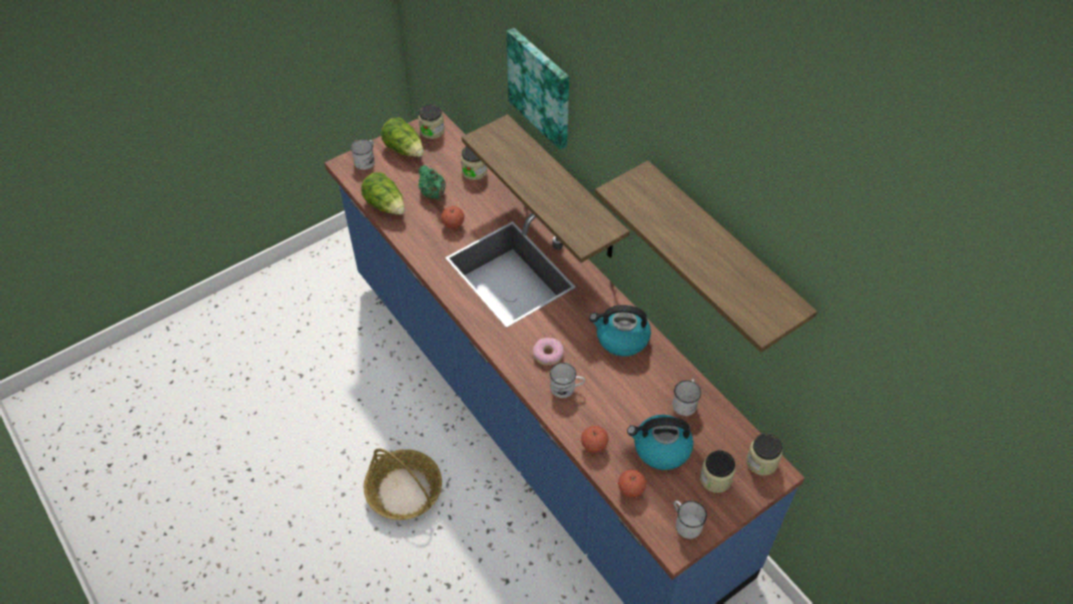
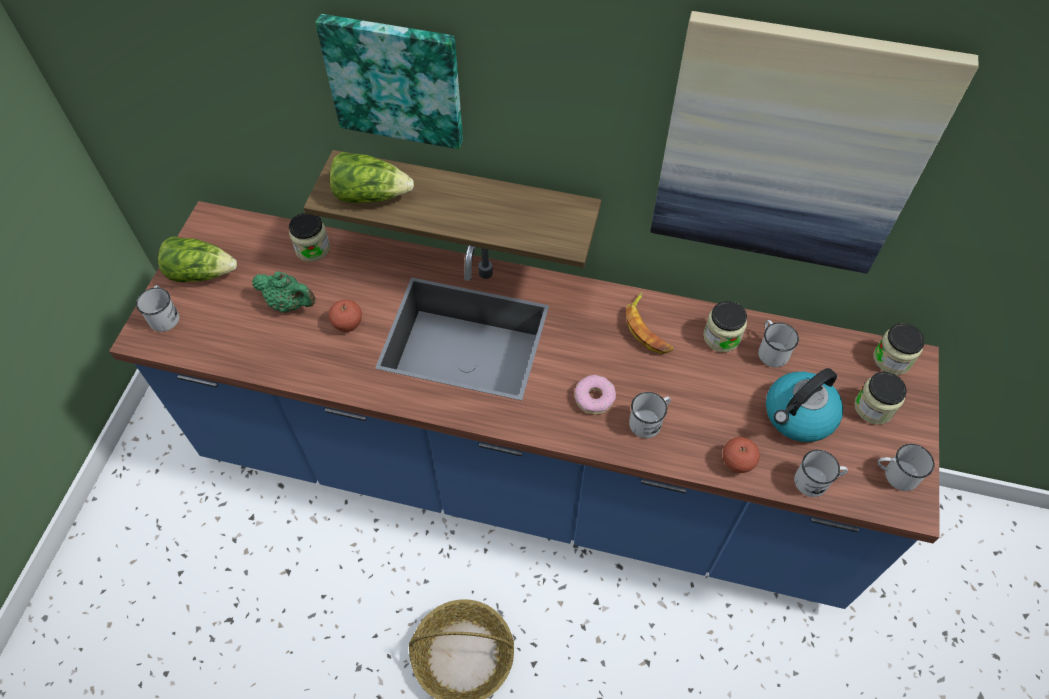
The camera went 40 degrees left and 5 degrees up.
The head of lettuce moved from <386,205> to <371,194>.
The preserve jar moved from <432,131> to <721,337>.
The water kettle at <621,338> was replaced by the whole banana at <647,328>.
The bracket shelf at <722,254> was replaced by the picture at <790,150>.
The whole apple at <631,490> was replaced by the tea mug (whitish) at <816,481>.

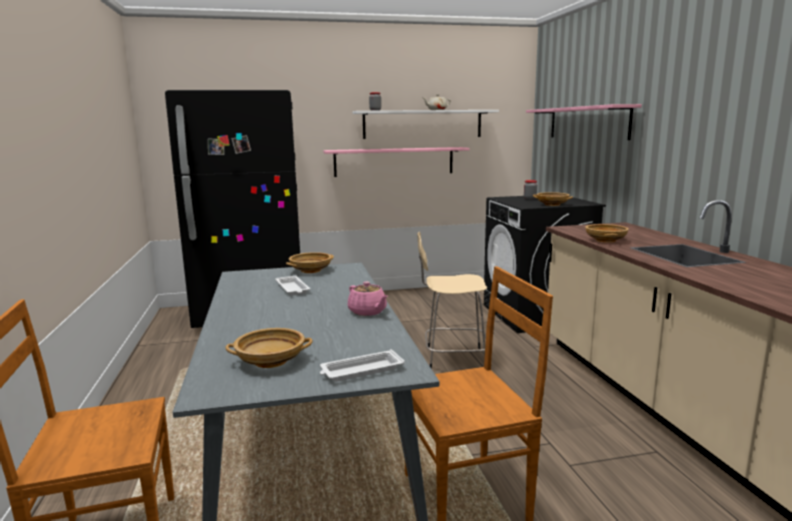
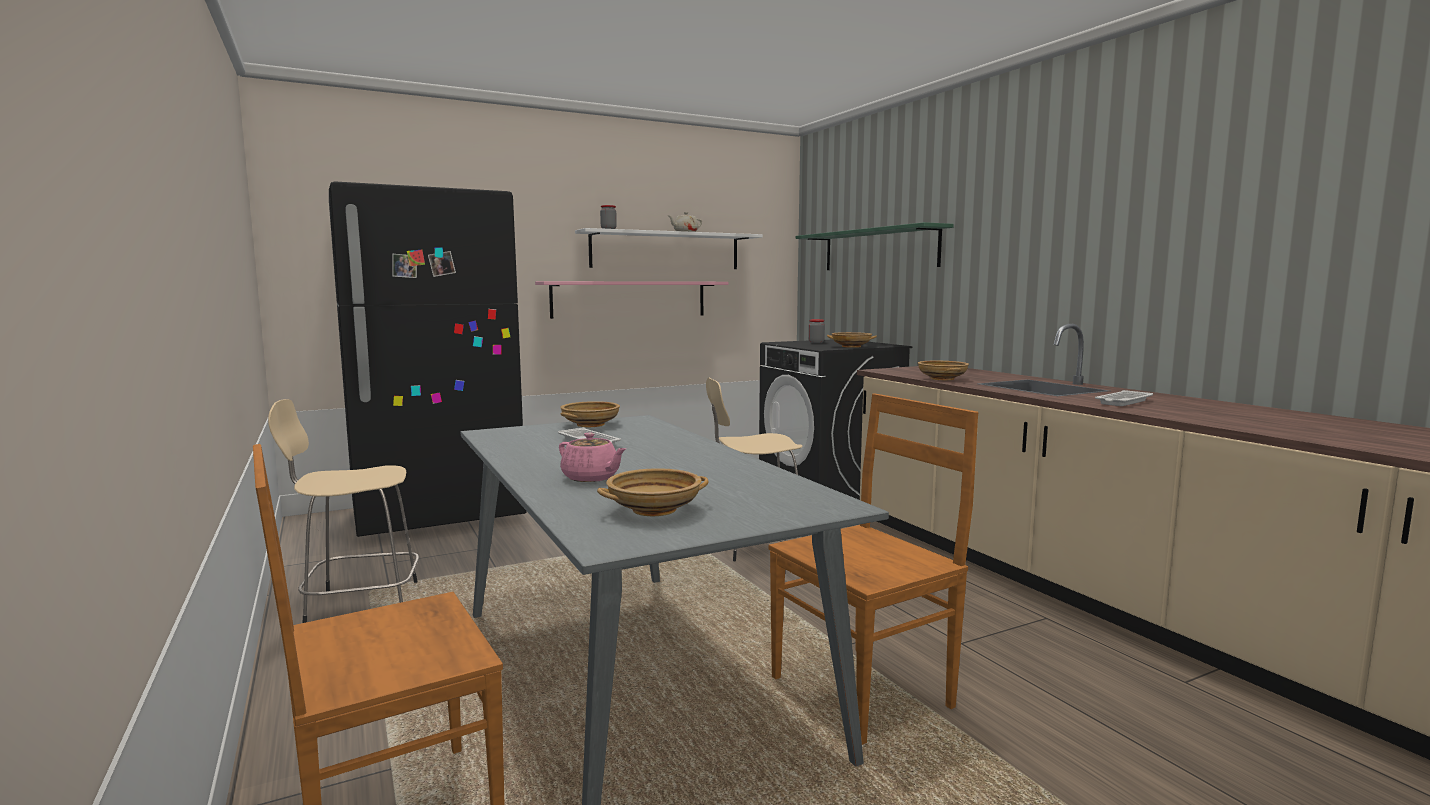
The camera went 15 degrees left and 5 degrees down.
The tray (whitish) moved from <360,371> to <1122,402>.
The pot for tea (pinkish) moved from <368,312> to <591,478>.
The bracket shelf (pinkish) at <587,123> became the bracket shelf (green) at <879,249>.
The stool (beige) at <358,604> appeared.

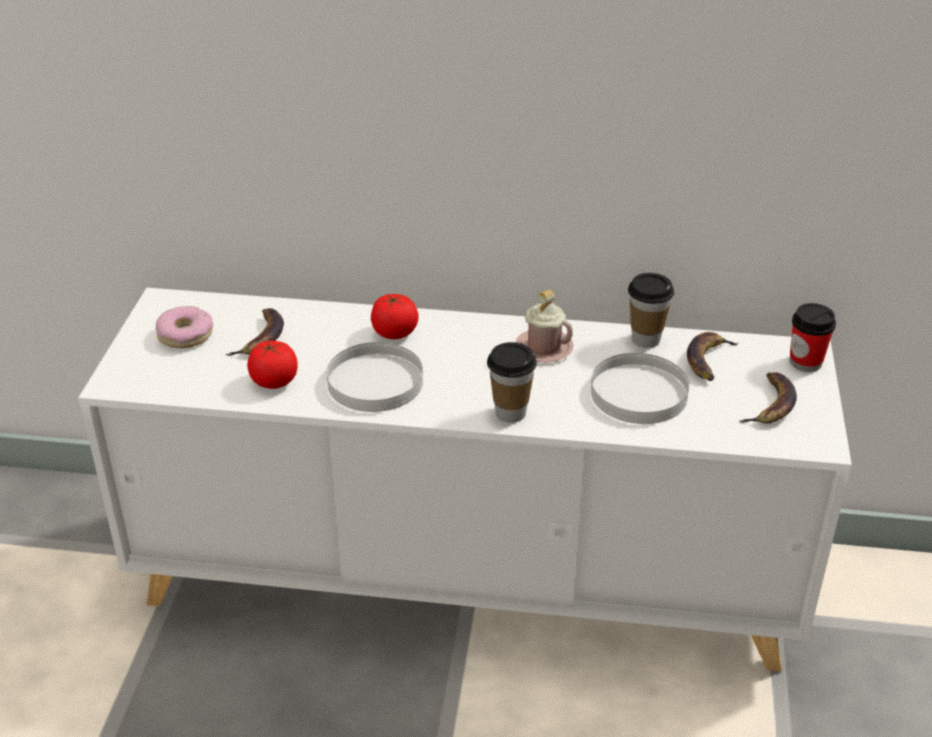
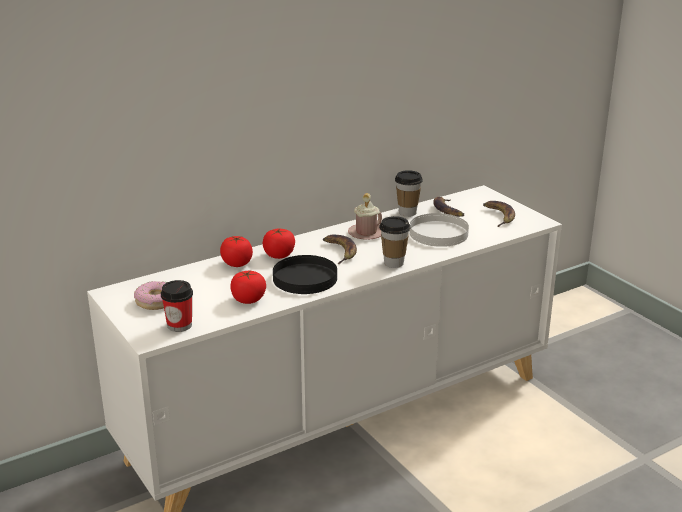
The camera went 40 degrees left and 10 degrees down.
The whole banana moved from <261,337> to <340,251>.
The flat dish (whitish) at <374,381> became the flat dish (black-coloured) at <304,278>.
The drinking cup moved from <805,362> to <179,325>.
The tomato at <237,263> appeared.

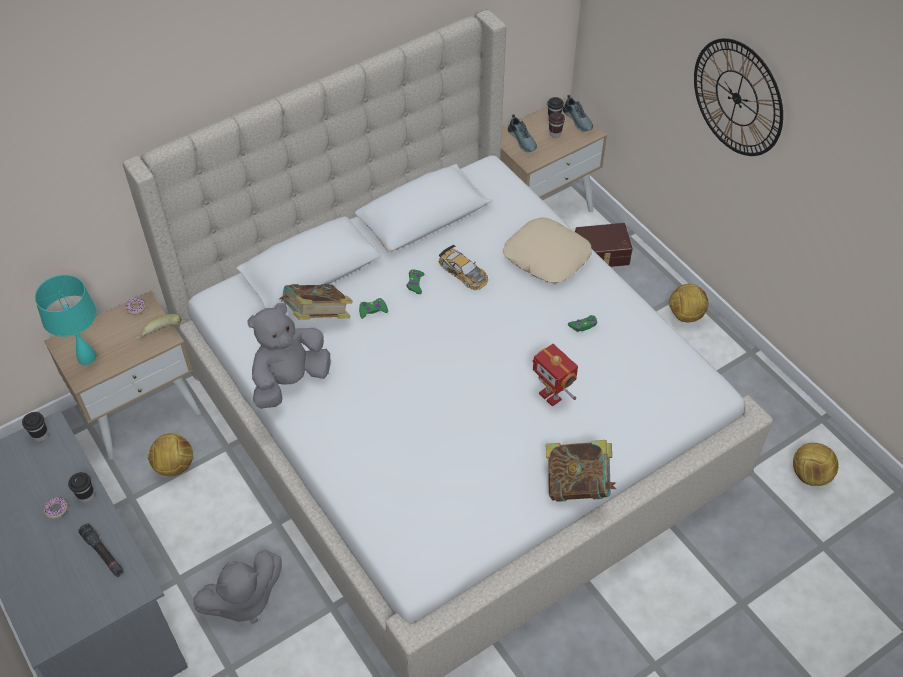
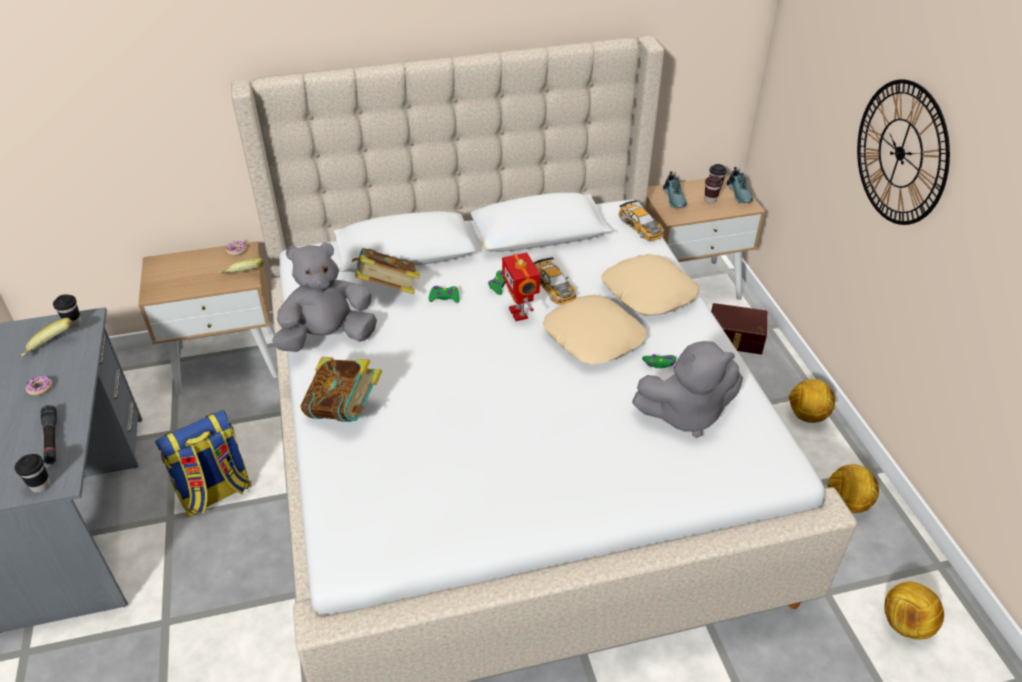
The camera went 20 degrees right and 10 degrees down.
The table lamp (blue-green) at <86,358> disappeared.
The drinking cup (black-coloured) moved from <86,496> to <40,485>.
The ball for football moved from <174,466> to <846,504>.
The plush toy (greyish) moved from <243,600> to <685,414>.
The toy robot moved from <551,396> to <520,313>.
The volume moved from <577,484> to <344,410>.
The whole banana at <51,348> appeared.
The knapsack at <214,493> appeared.
The throw pillow (beige) at <594,337> appeared.
The model car at <641,226> appeared.

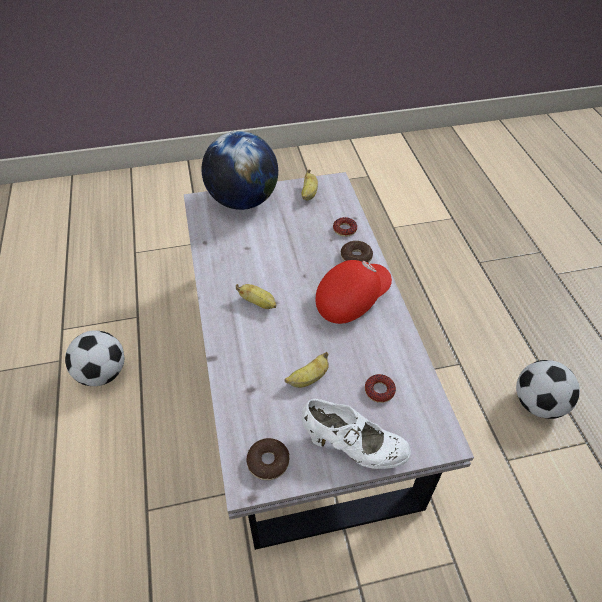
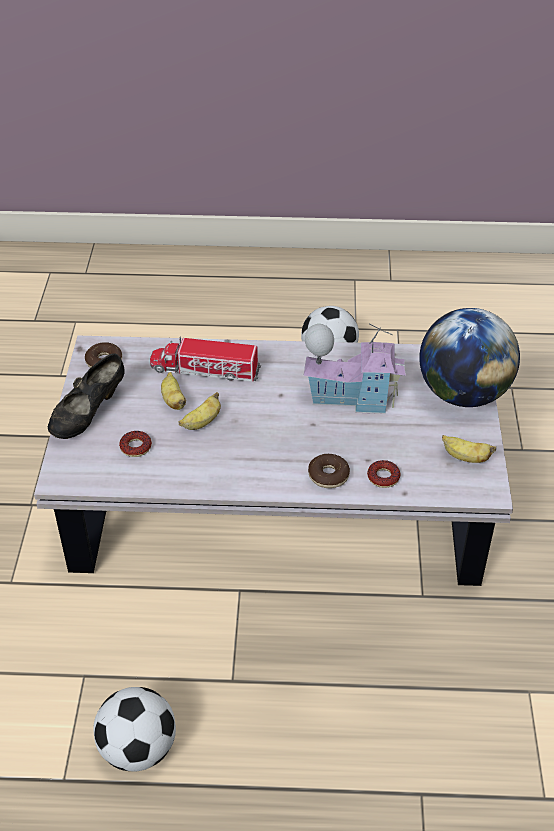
The camera went 105 degrees right and 5 degrees down.
The whole banana moved from <258,303> to <202,423>.
The shoe (whitish) at <353,447> became the shoe (black-coloured) at <89,415>.
The peaked cap (reddish) at <351,299> disappeared.
The toy lorry at <205,370> appeared.
The miniature house at <352,398> appeared.

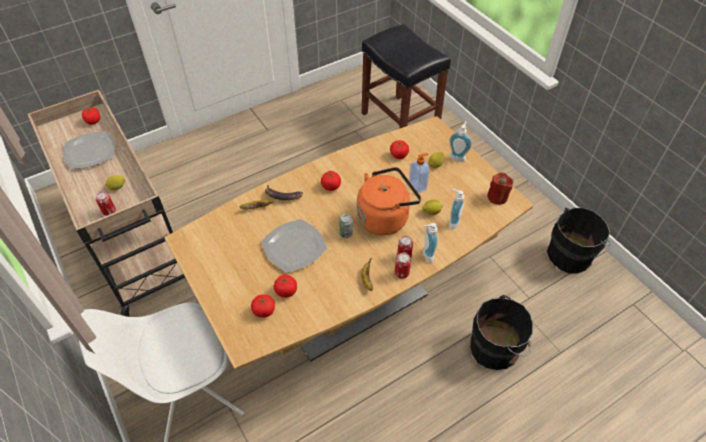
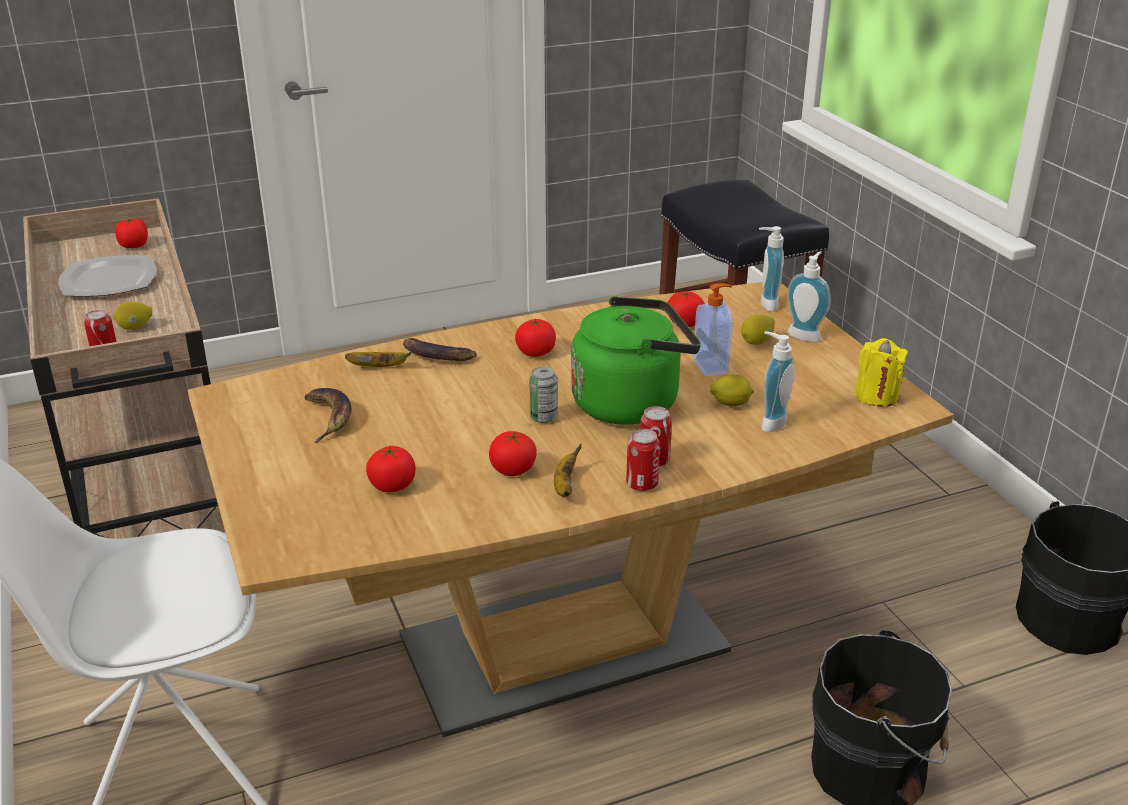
The camera went 10 degrees right and 20 degrees down.
The tomato moved from <264,311> to <513,469>.
The flat dish at <295,247> disappeared.
The water kettle (orangey) at <385,217> became the water kettle (green) at <631,403>.
The soap dispenser moved from <426,255> to <765,304>.
The candle (reddish) at <497,197> became the candle (yellow-coloured) at <876,396>.
The whole banana at <329,418> appeared.

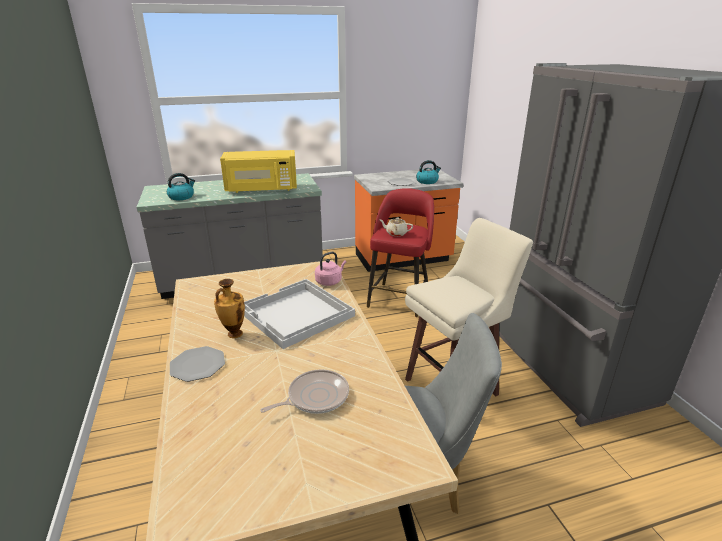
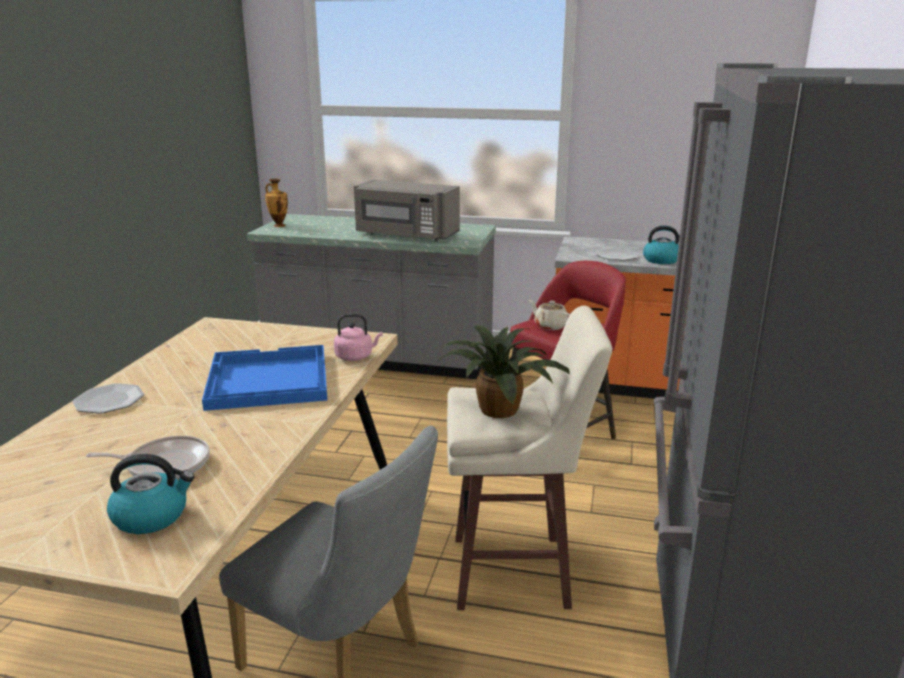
The camera went 30 degrees right and 5 degrees down.
The water kettle moved from <181,197> to <152,516>.
The decorative vase moved from <234,334> to <278,225>.
The microwave oven (yellow-coloured) at <262,189> became the microwave oven (greyish) at <406,235>.
The tray (whitish) at <295,314> became the tray (blue-coloured) at <267,380>.
The houseplant at <502,409> appeared.

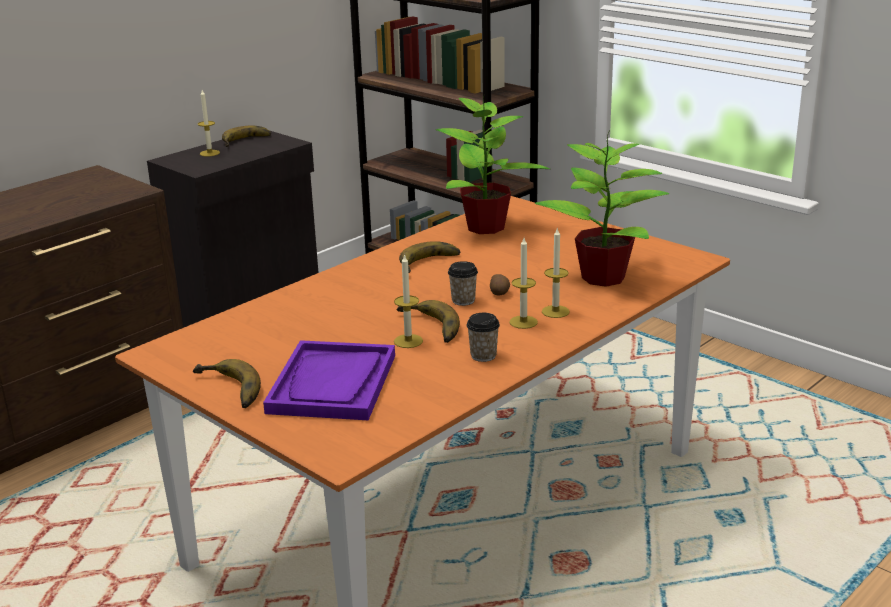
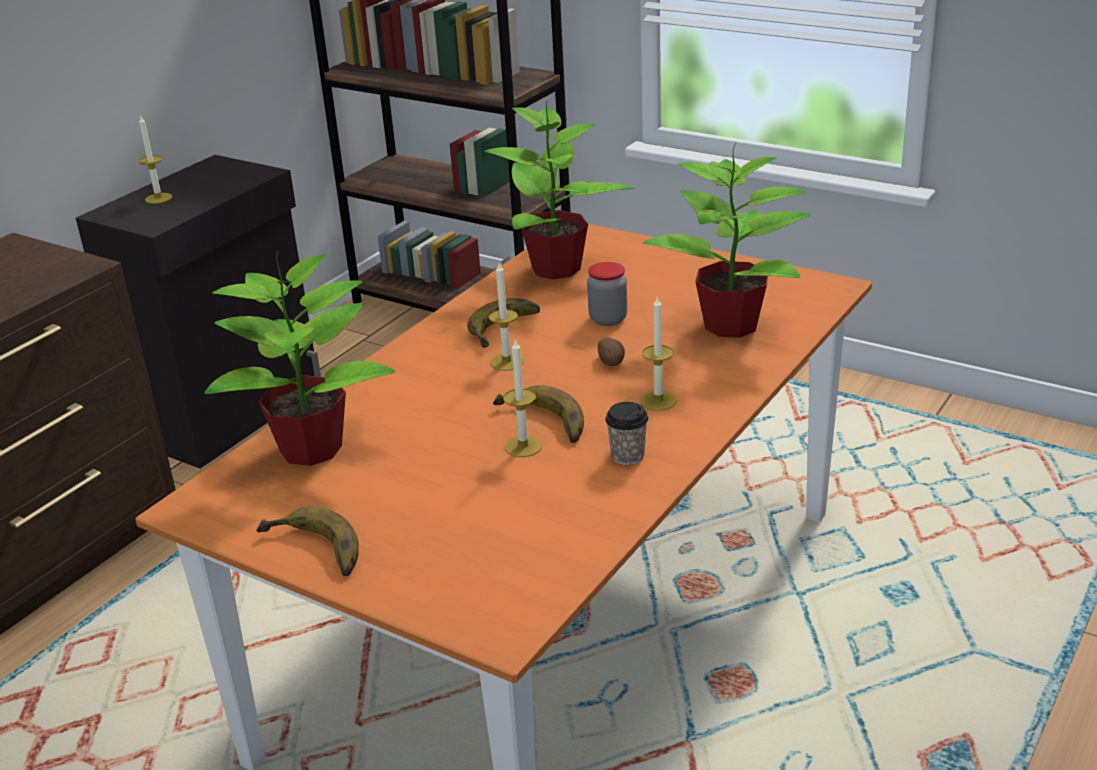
The camera went 10 degrees left and 5 degrees up.
The whole banana at <247,141> disappeared.
The tray (purple-coloured) at <333,384> disappeared.
The drinking cup at <463,300> disappeared.
The candle moved from <555,311> to <506,362>.
The houseplant at <313,448> appeared.
The preserve jar at <608,319> appeared.

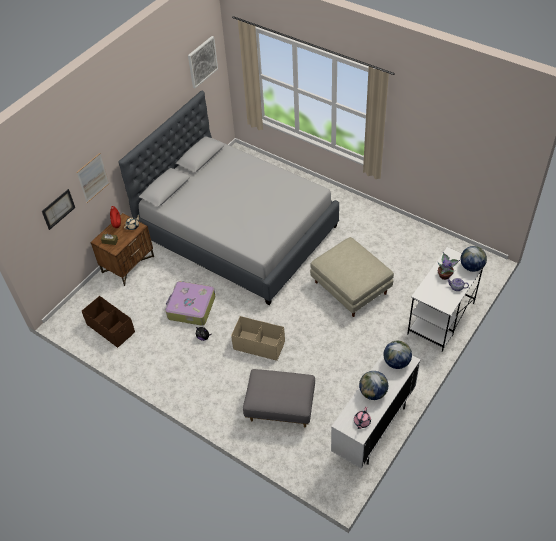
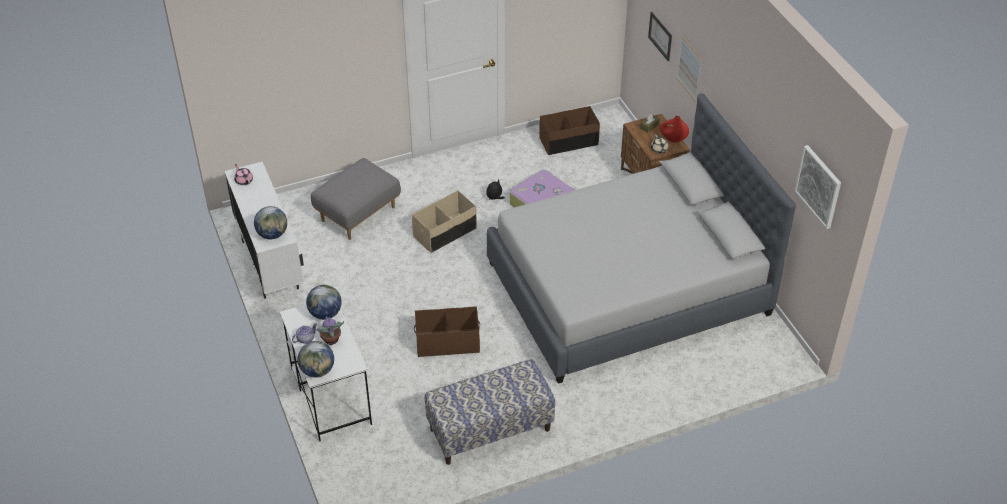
The camera went 120 degrees right and 5 degrees down.
The ottoman (beige) at <351,288> was replaced by the storage container (brownish) at <447,342>.
The globe moved from <373,393> to <325,314>.
The long seat at <490,430> appeared.

